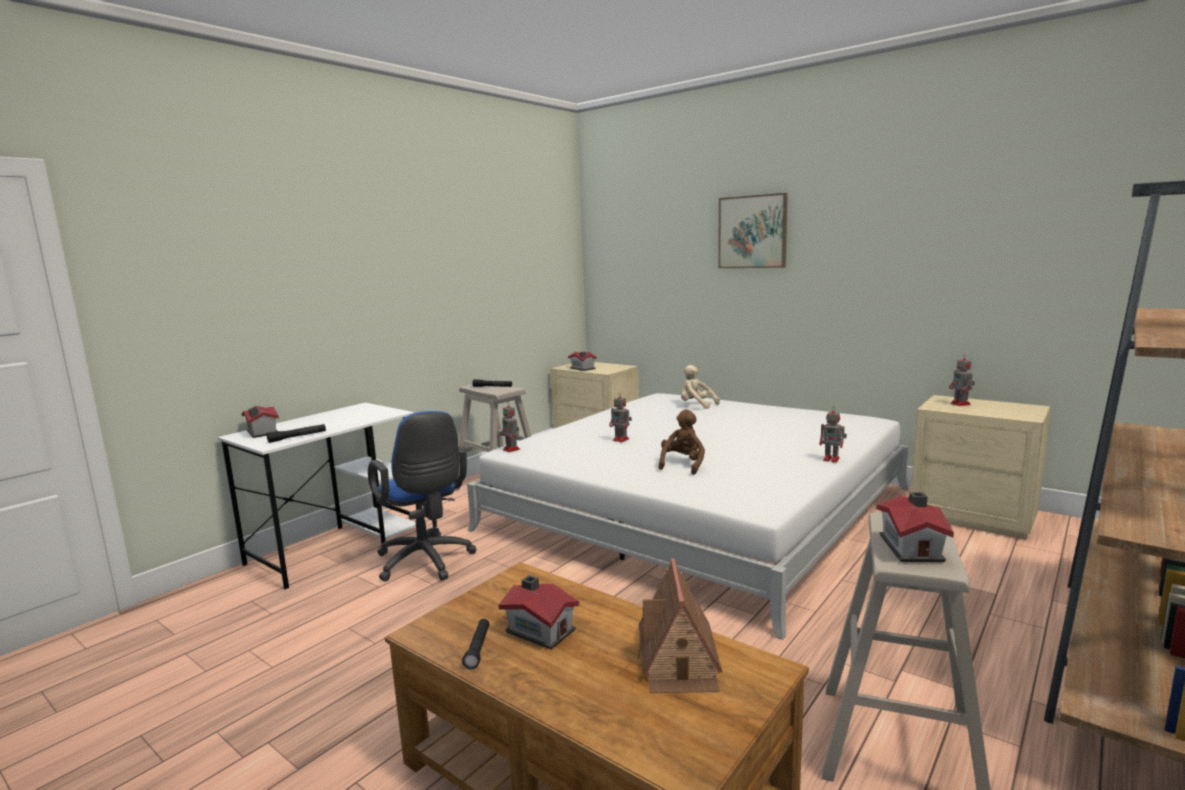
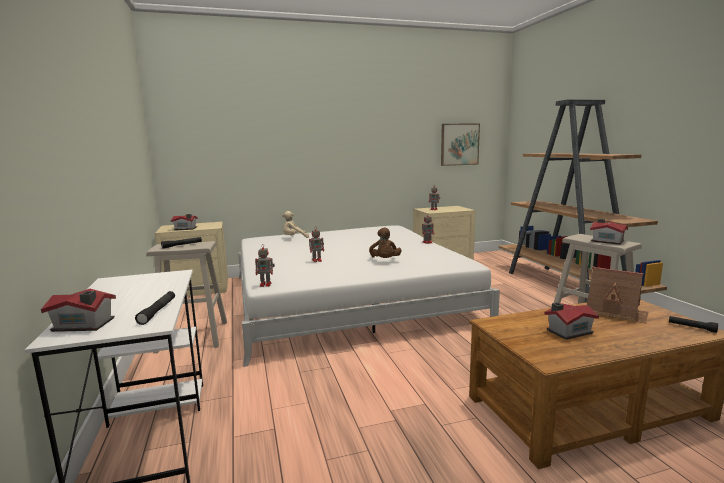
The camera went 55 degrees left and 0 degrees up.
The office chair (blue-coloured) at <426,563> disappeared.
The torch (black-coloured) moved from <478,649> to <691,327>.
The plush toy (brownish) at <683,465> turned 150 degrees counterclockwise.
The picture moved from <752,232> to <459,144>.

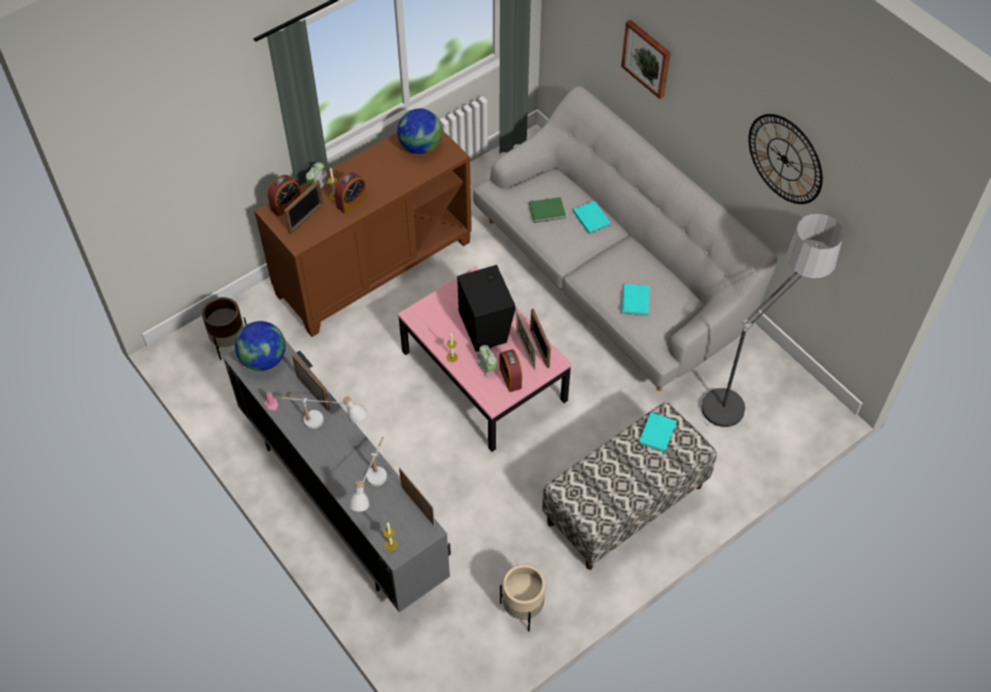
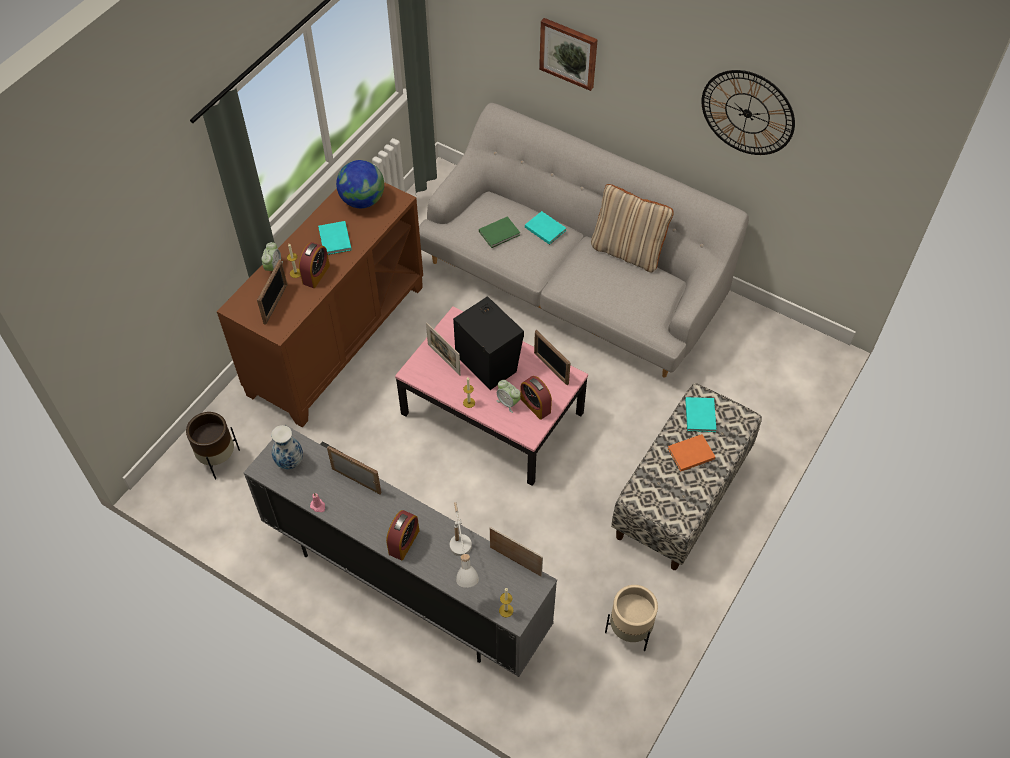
The camera went 20 degrees left and 0 degrees up.
The globe at <264,359> was replaced by the decorative vase at <289,462>.
The table clock moved from <286,205> to <404,542>.
The table lamp (whitish) at <327,425> disappeared.
The photo frame moved from <525,351> to <444,359>.
The volume (blue-green) moved from <635,301> to <334,240>.
The standard lamp at <747,390> disappeared.
The throw pillow (beige) at <628,251> appeared.
The volume (orangey) at <689,453> appeared.

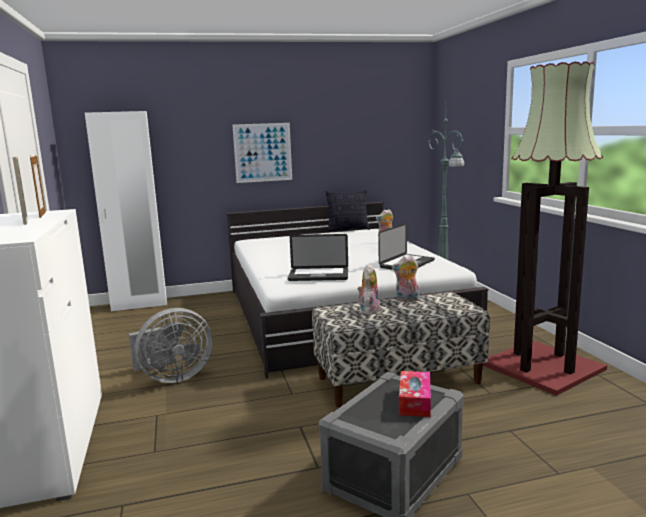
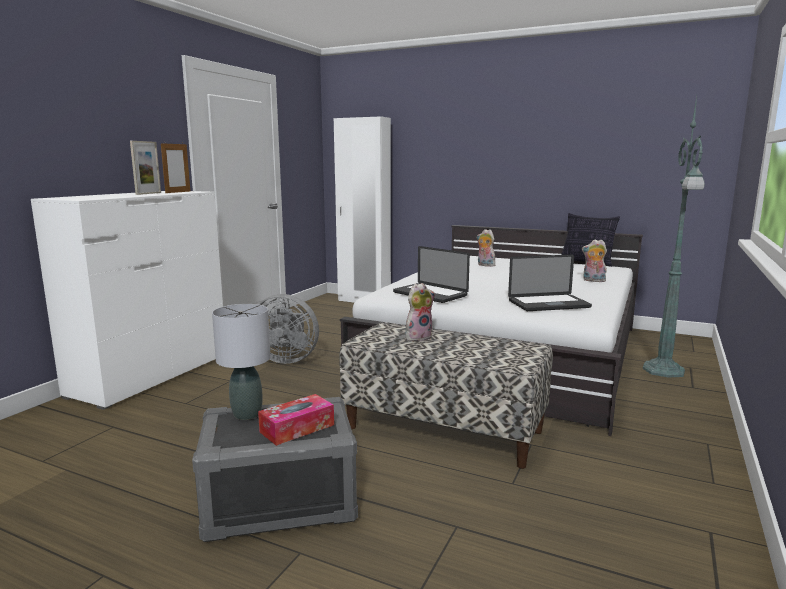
The camera went 40 degrees right and 0 degrees up.
The picture at <263,152> disappeared.
The plush toy moved from <407,300> to <485,265>.
The standard lamp at <544,367> disappeared.
The table lamp (greyish) at <247,414> appeared.

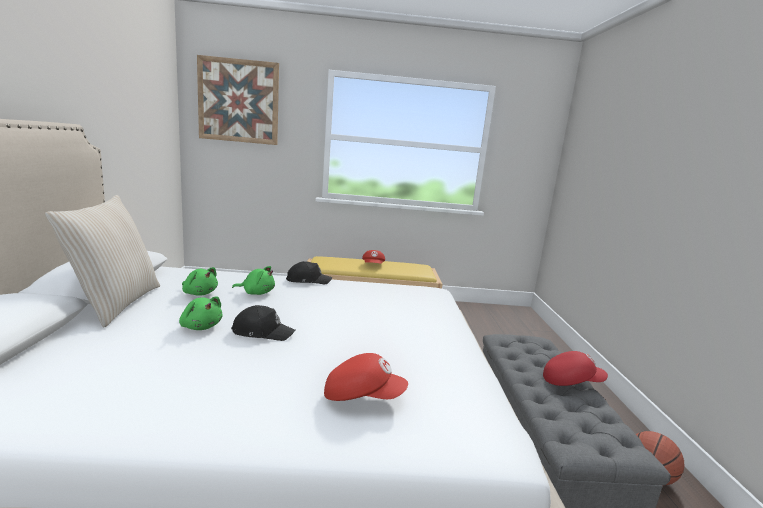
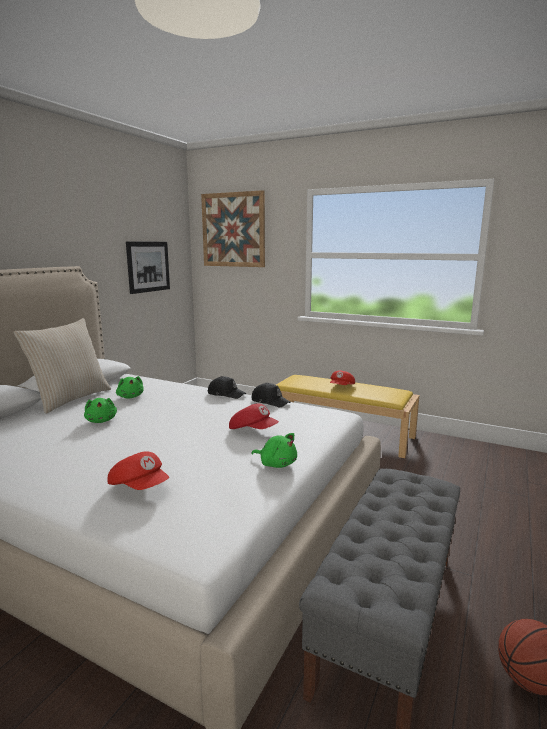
The camera went 30 degrees right and 0 degrees up.
The peaked cap (black-coloured) moved from <262,332> to <270,401>.
The plush toy (green) moved from <256,293> to <276,464>.
The peaked cap (reddish) moved from <571,381> to <253,430>.
The picture at <148,266> appeared.

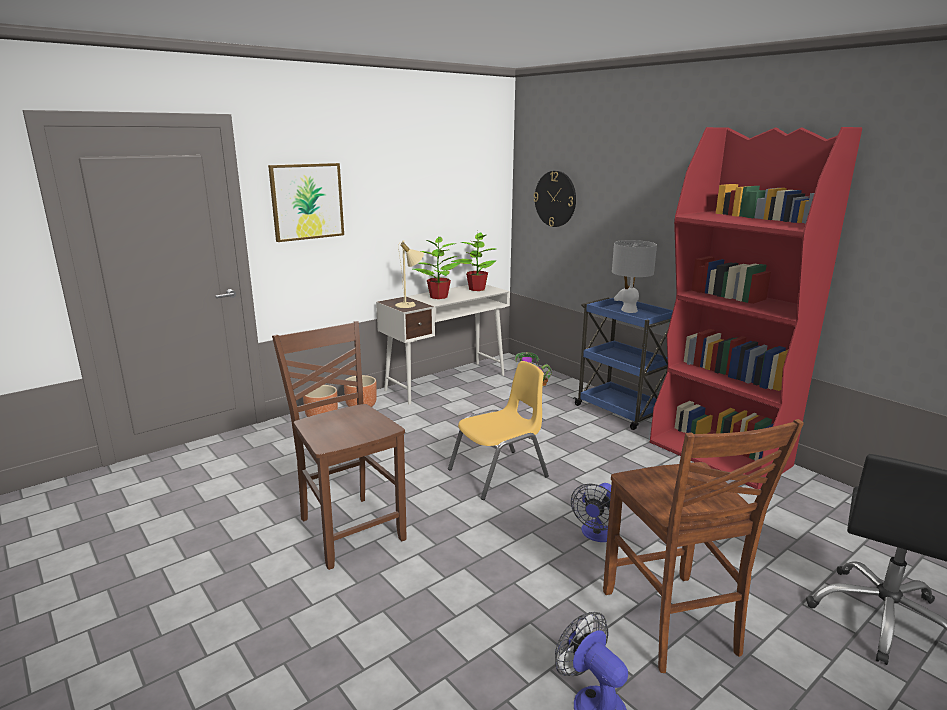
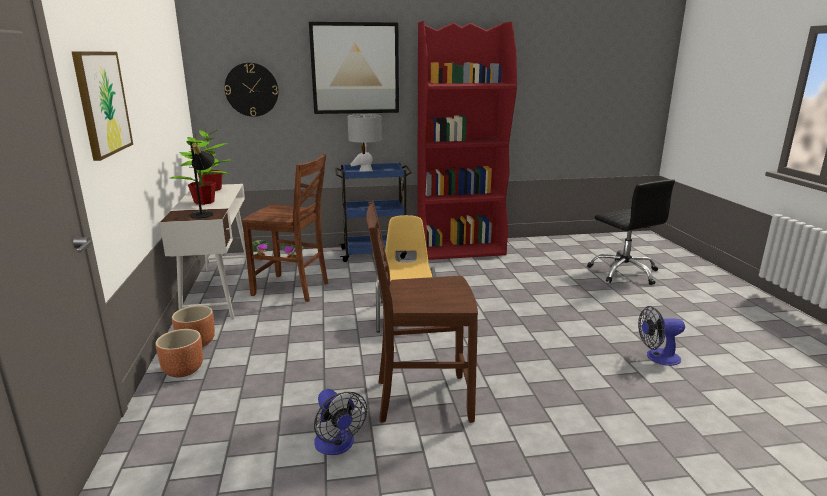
The camera went 60 degrees left and 0 degrees up.
The table lamp (beige) at <409,305> became the table lamp (black-coloured) at <204,214>.
The cooling fan moved from <597,535> to <337,446>.
The plain chair (brownish) moved from <671,623> to <292,289>.
The picture at <355,68> appeared.

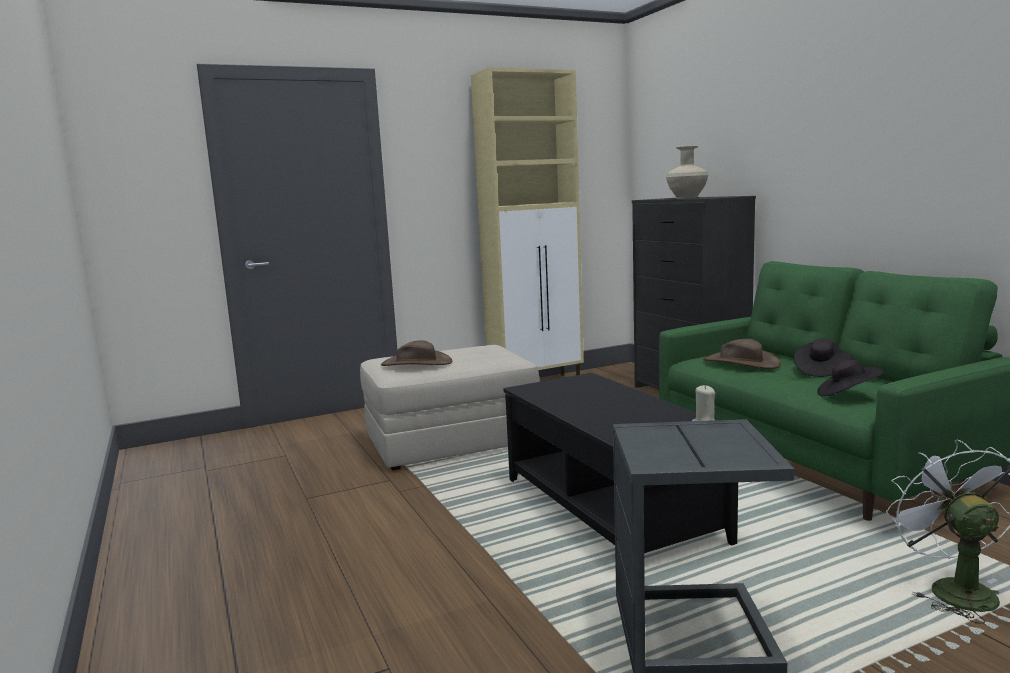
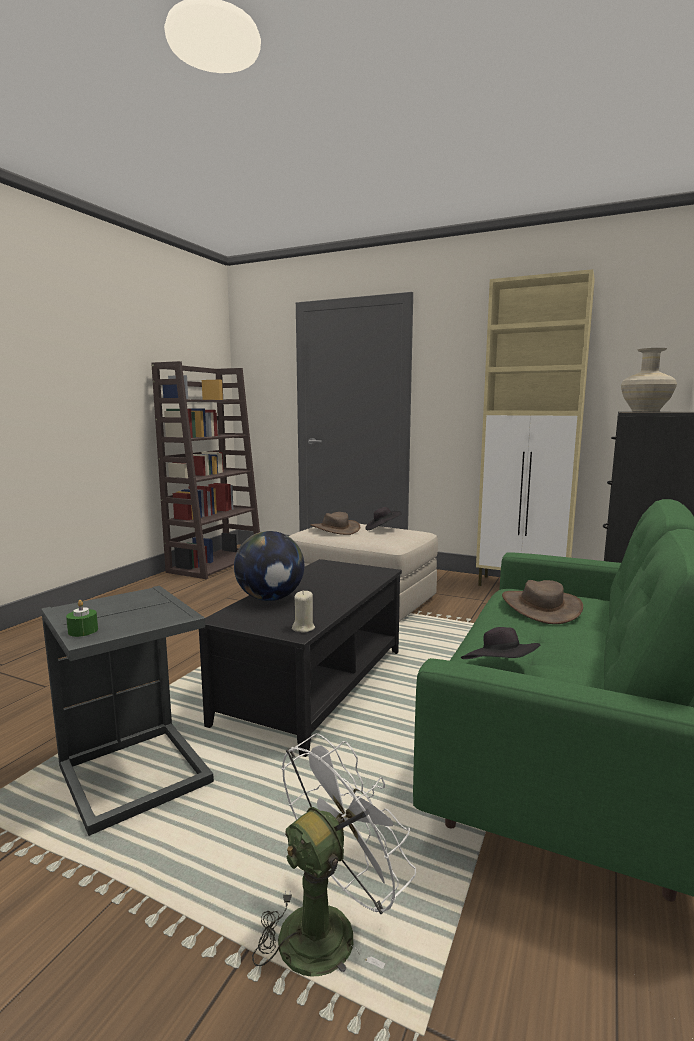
The camera went 50 degrees right and 0 degrees up.
The wearable hat (black-coloured) moved from <821,370> to <382,529>.
The candle (green) at <83,631> appeared.
The bookshelf (brownish) at <216,563> appeared.
The globe at <270,599> appeared.

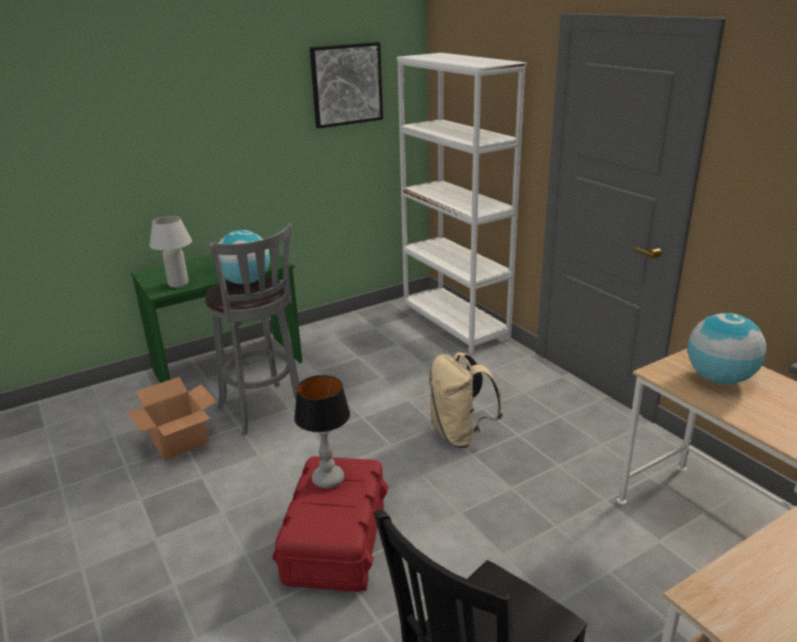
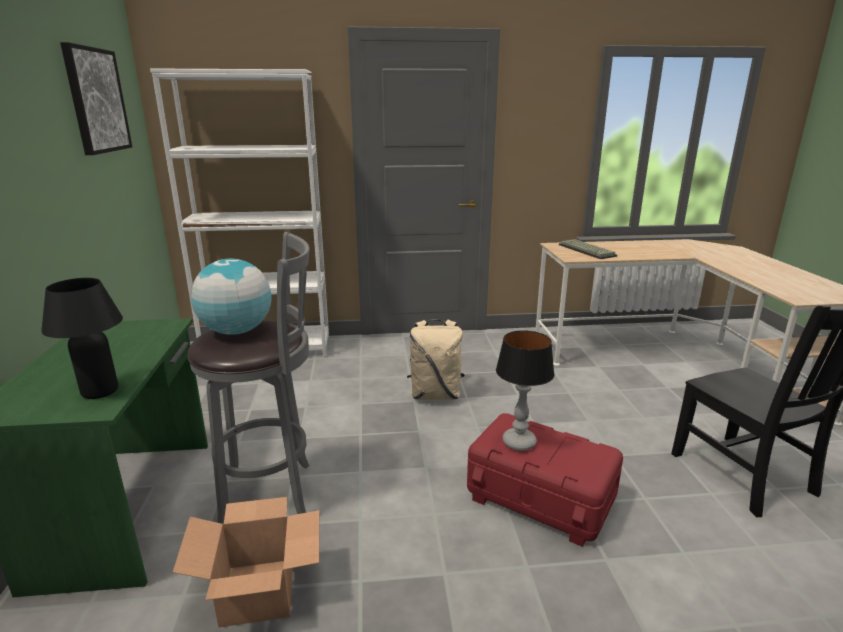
The camera went 65 degrees left and 5 degrees down.
The table lamp (whitish) at <178,284> became the table lamp (black-coloured) at <100,391>.
The globe at <719,379> was replaced by the computer keyboard at <588,250>.

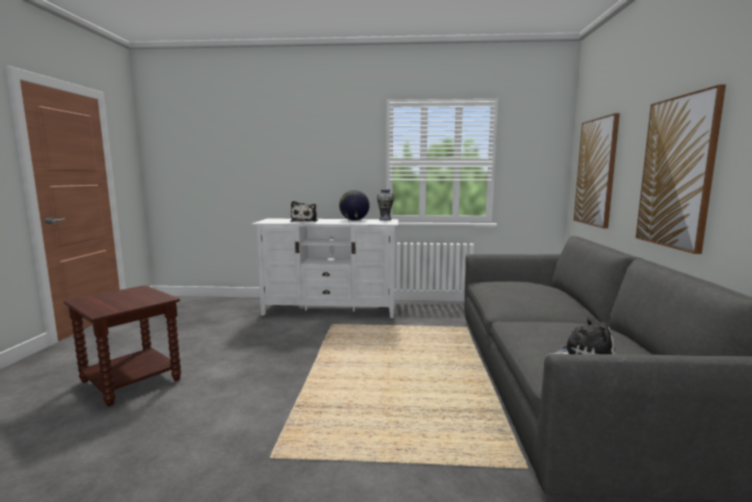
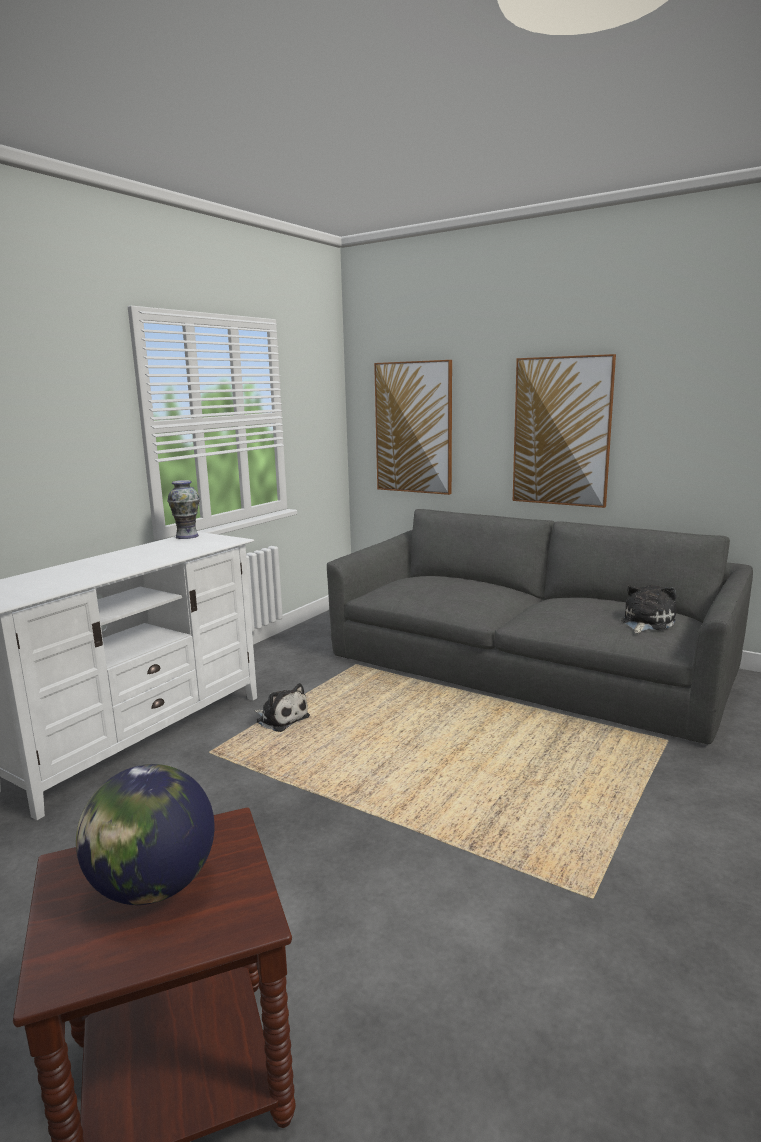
The camera went 60 degrees left and 5 degrees up.
The plush toy moved from <305,221> to <281,719>.
The globe moved from <354,220> to <154,887>.

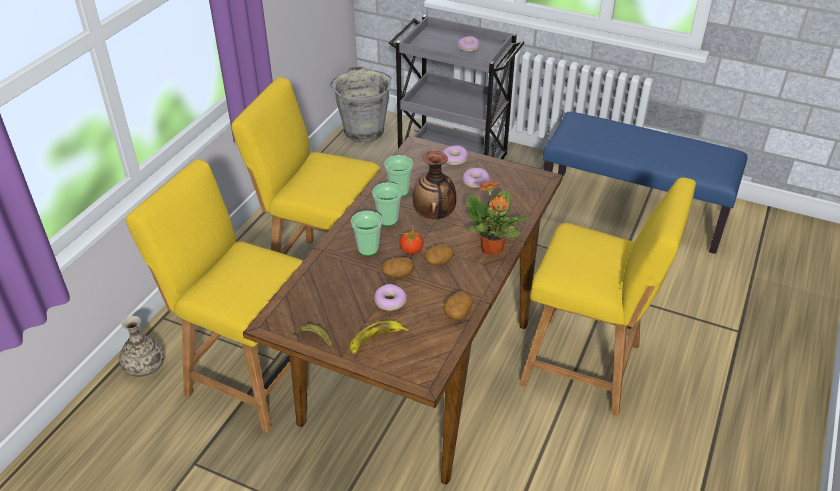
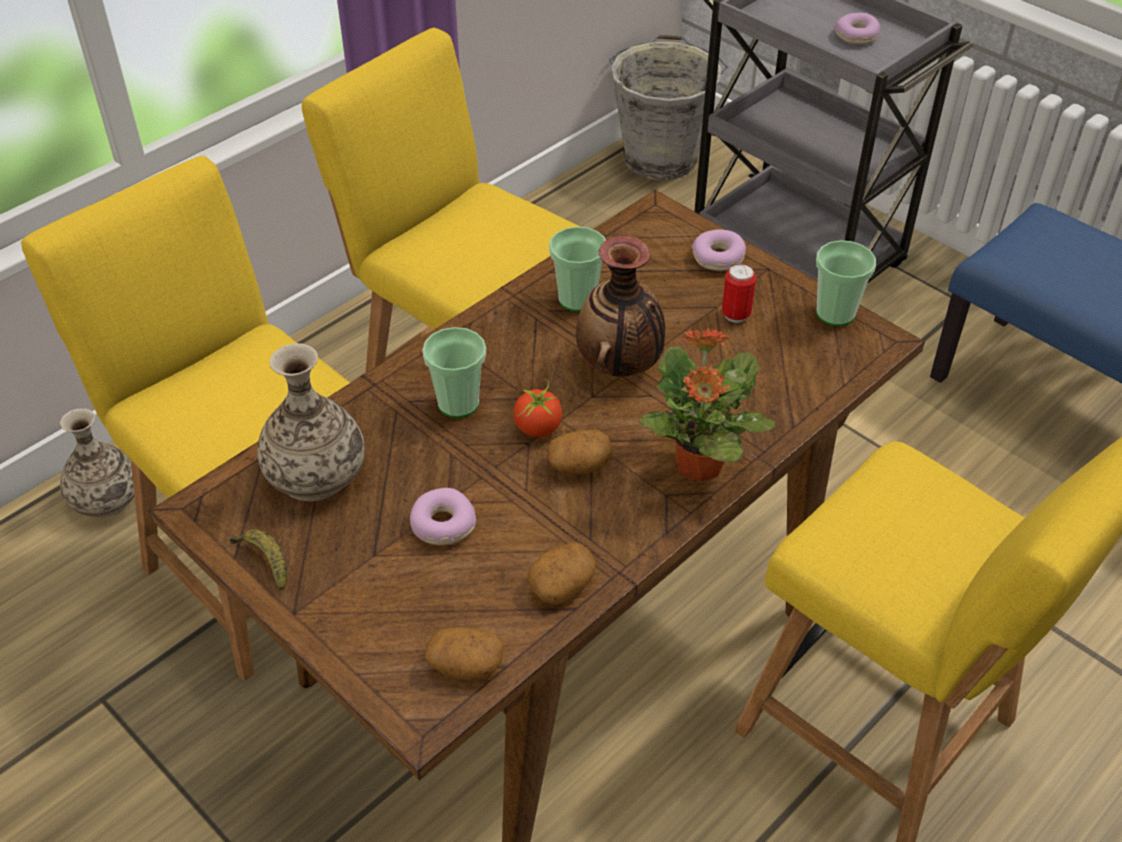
The camera went 20 degrees right and 5 degrees up.
The whole banana at <375,339> disappeared.
The drinking cup moved from <388,219> to <835,313>.
The potato moved from <398,274> to <465,665>.
The ring doughnut at <475,182> was replaced by the can at <736,315>.
The decorative vase at <315,474> appeared.

